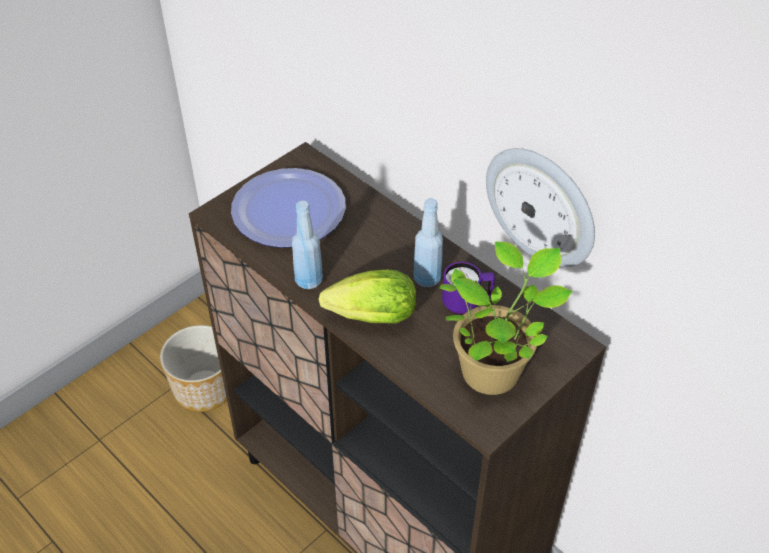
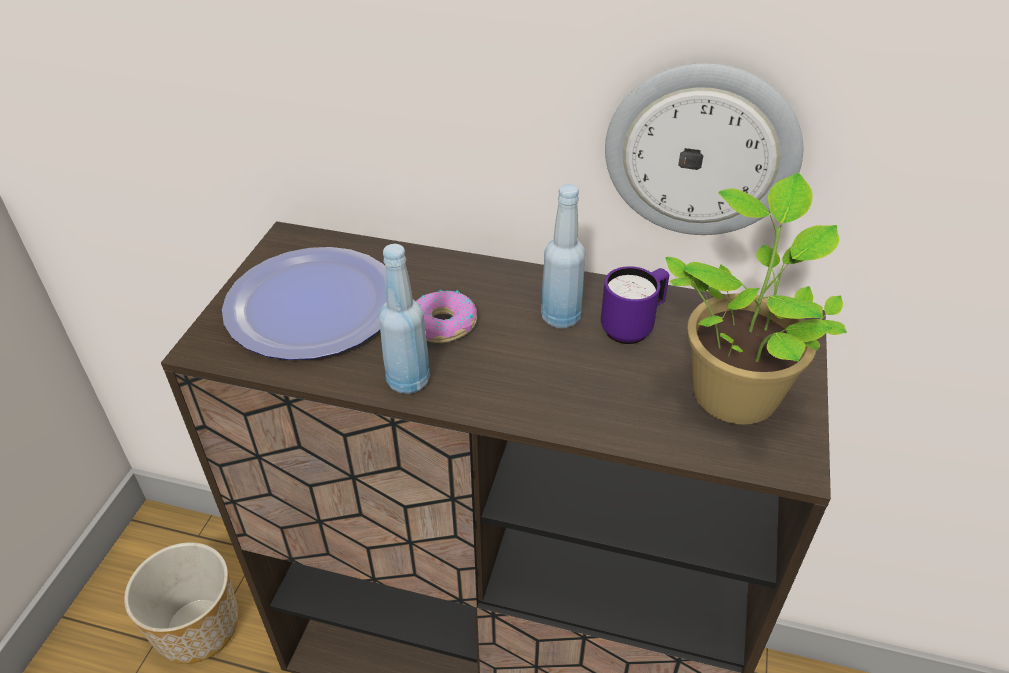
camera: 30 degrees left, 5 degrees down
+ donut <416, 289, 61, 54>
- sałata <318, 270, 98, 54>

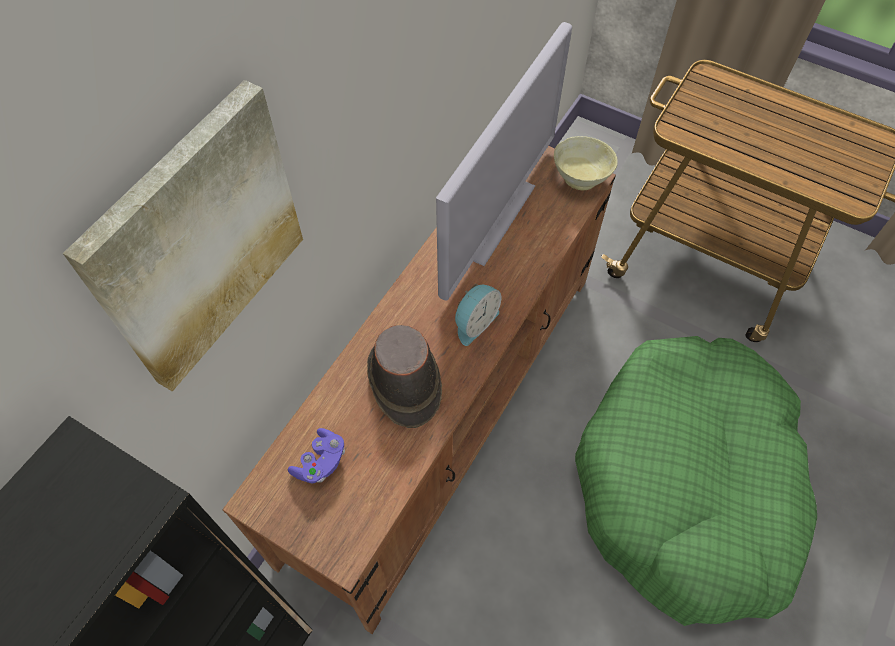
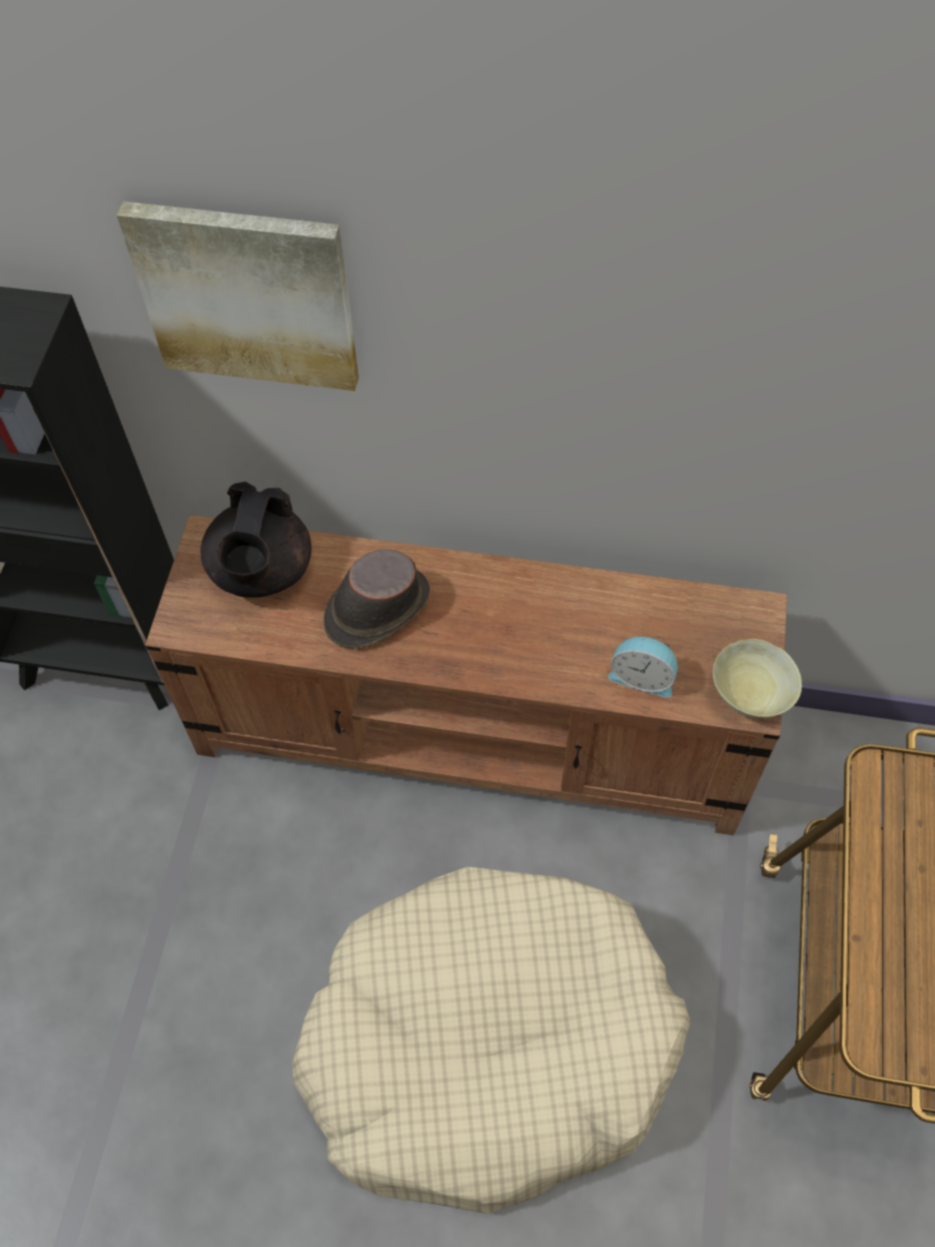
camera: 70 degrees right, 0 degrees up
~ pad do gier [fioletowy] <288, 428, 57, 56> to imbryk [czarny] <200, 482, 112, 116>
~ legowisko [zielony] <575, 336, 242, 290> to legowisko [beżowy] <293, 867, 397, 347>
~ budzik <455, 284, 46, 62> to <608, 637, 70, 61>
- telewizor <436, 22, 136, 279>

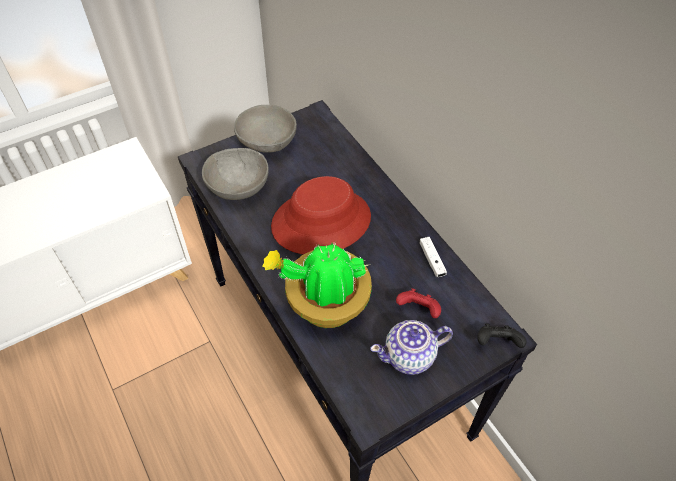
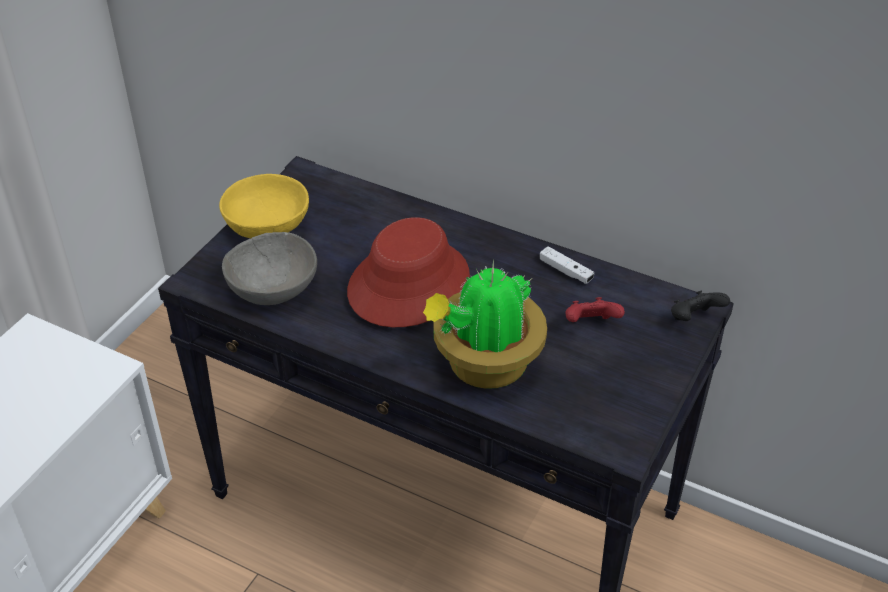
camera: 30 degrees left, 10 degrees down
~ miska [szary] <234, 105, 63, 48> to miska [żółty] <219, 174, 90, 64>
- imbryk <370, 320, 83, 55>

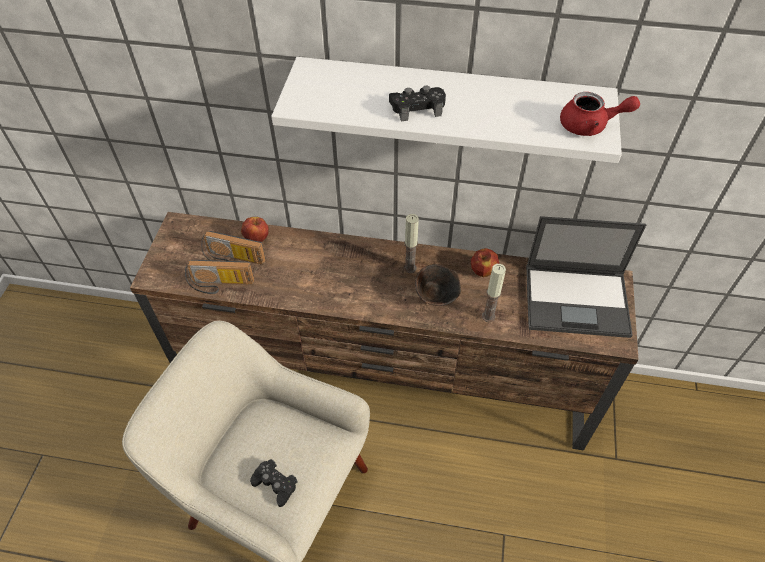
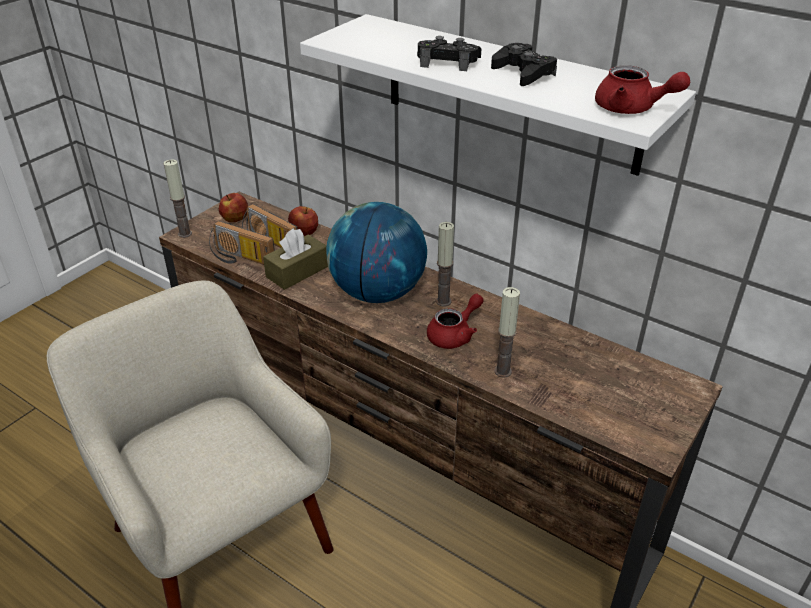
camera: 25 degrees right, 15 degrees down
+ świeca <163, 159, 29, 79>
~ jabłko <471, 248, 28, 29> to <219, 193, 29, 29>
+ pudełko chusteczek [brązowy] <263, 228, 65, 62>
+ globus <326, 202, 101, 101>
~ miska [brązowy] <415, 264, 46, 42> to imbryk [czerwony] <427, 294, 57, 55>
~ pad do gier [czarny] <250, 459, 48, 48> to <491, 43, 66, 43>
- laptop <526, 216, 120, 122>

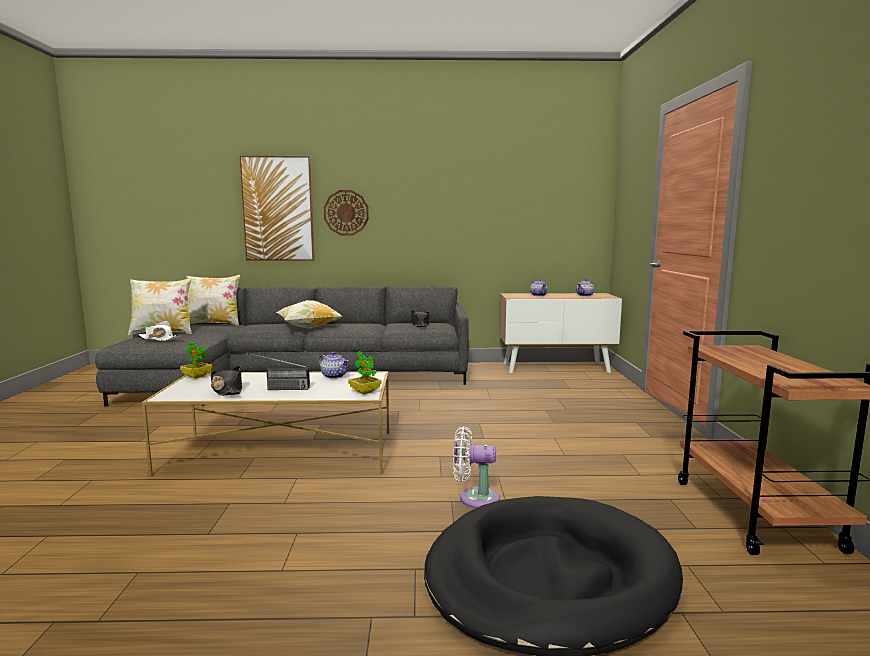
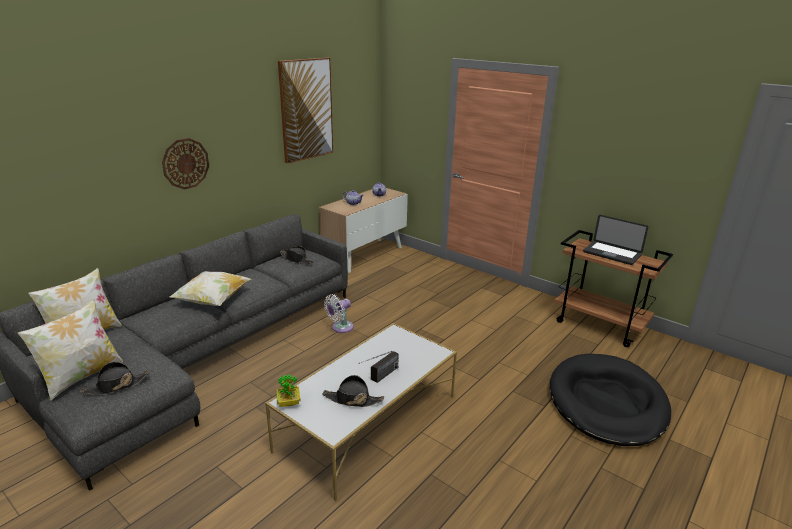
camera: 50 degrees left, 15 degrees up
~ kapelusz [biały] <138, 321, 43, 20> to kapelusz [czarny] <80, 362, 69, 33>
~ obraz <239, 156, 76, 105> to <278, 58, 55, 106>
~ wentylator [biały] <453, 426, 47, 82> to <324, 294, 30, 39>
+ laptop <583, 215, 66, 50>
- imbryk <319, 352, 30, 27>
- roślina doniczkowa <348, 351, 34, 43>

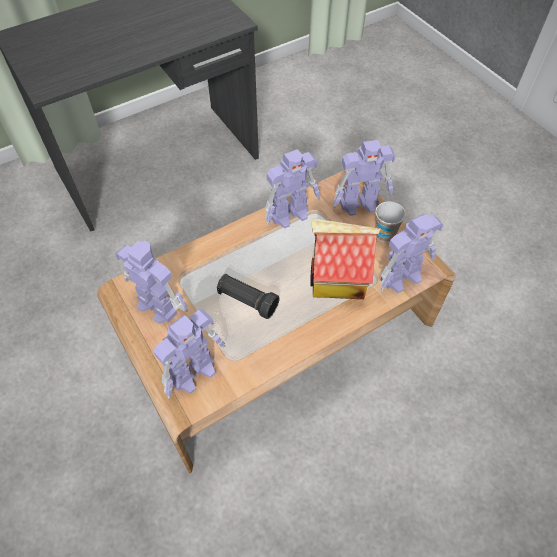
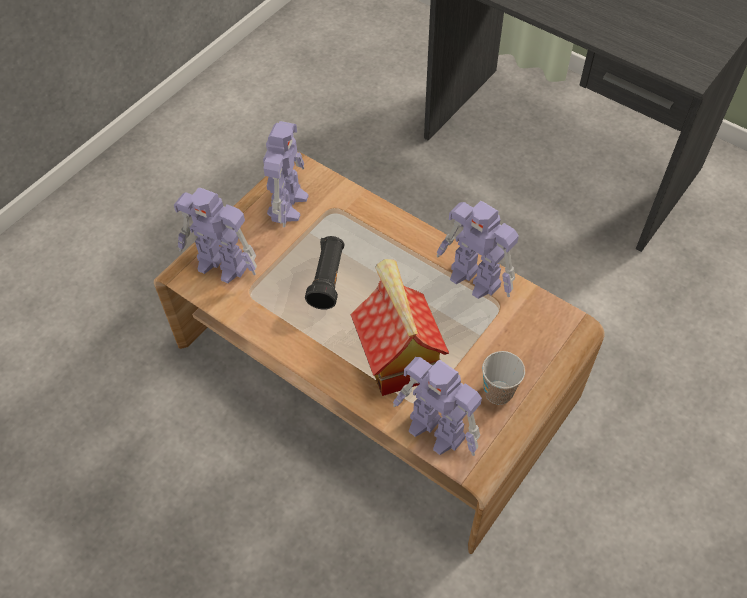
camera: 70 degrees right, 0 degrees up
- robot zabawkowy <333, 140, 63, 76>

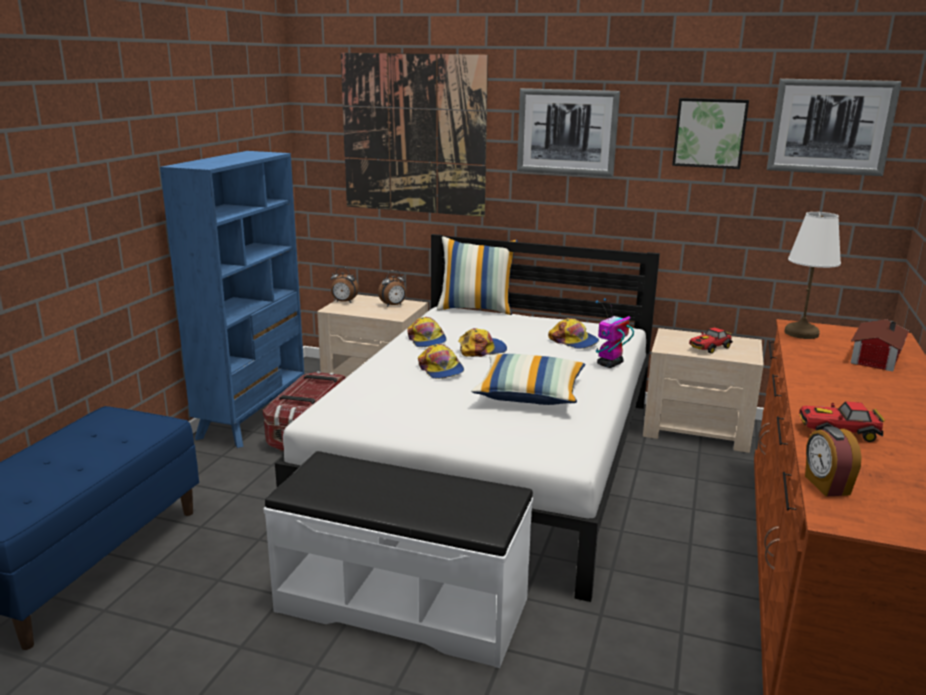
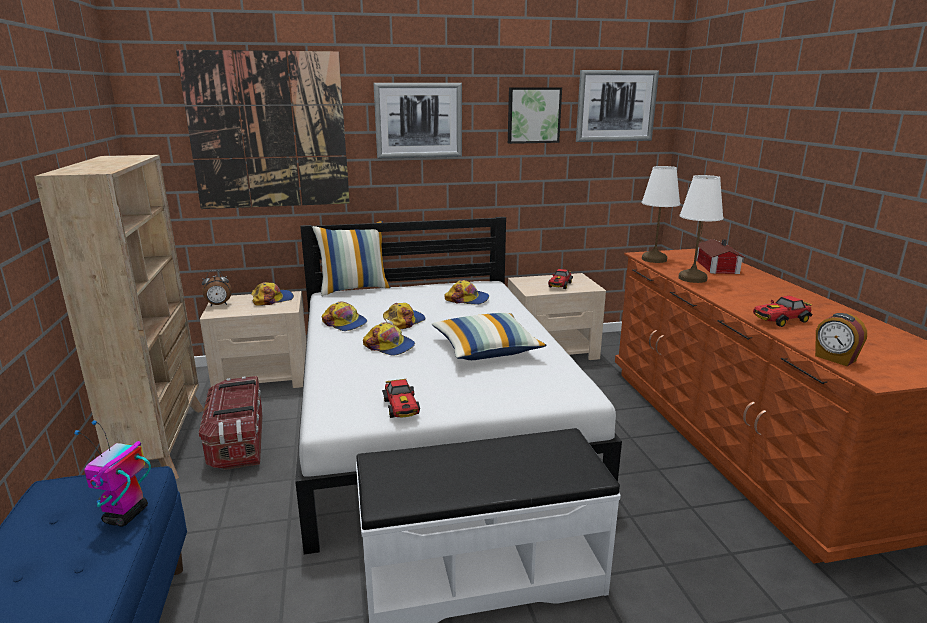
camera: 30 degrees left, 0 degrees up
~ regał [niebieski] <160, 151, 144, 297> to regał [beżowy] <34, 155, 170, 324>
~ robot zabawkowy <596, 298, 38, 70> to <74, 420, 77, 107>
~ budzik <378, 270, 28, 37> to czapka z daszkiem <251, 282, 43, 24>
+ samochodzik <382, 379, 38, 39>
+ lampa stołowa [biały] <679, 175, 45, 108>

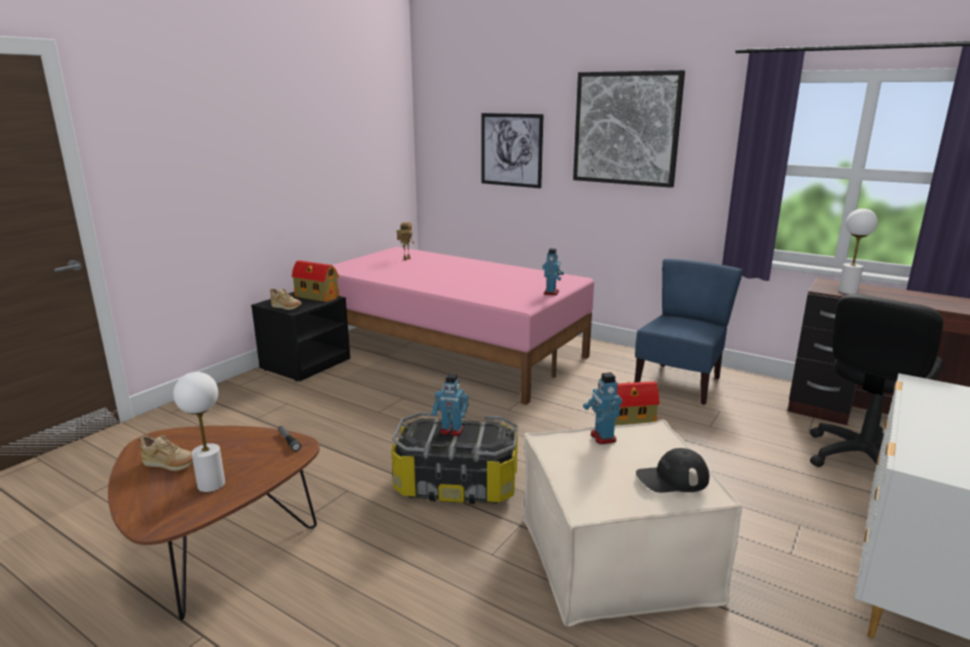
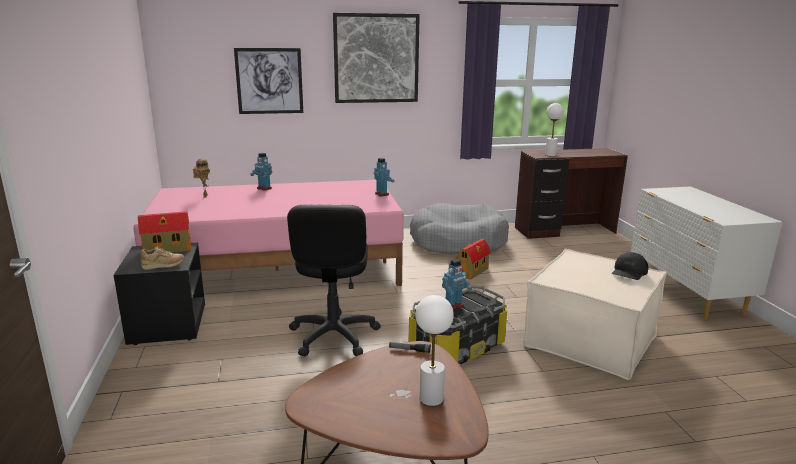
camera: 45 degrees left, 0 degrees up
~ robot zabawkowy <583, 372, 39, 72> to <250, 153, 22, 37>
~ krzesło biurowe [czarny] <810, 294, 133, 173> to <287, 205, 94, 151>
~ krzesło [niebieski] <634, 259, 109, 146> to legowisko [szary] <410, 203, 99, 52>
- but [beżowy] <139, 435, 54, 36>

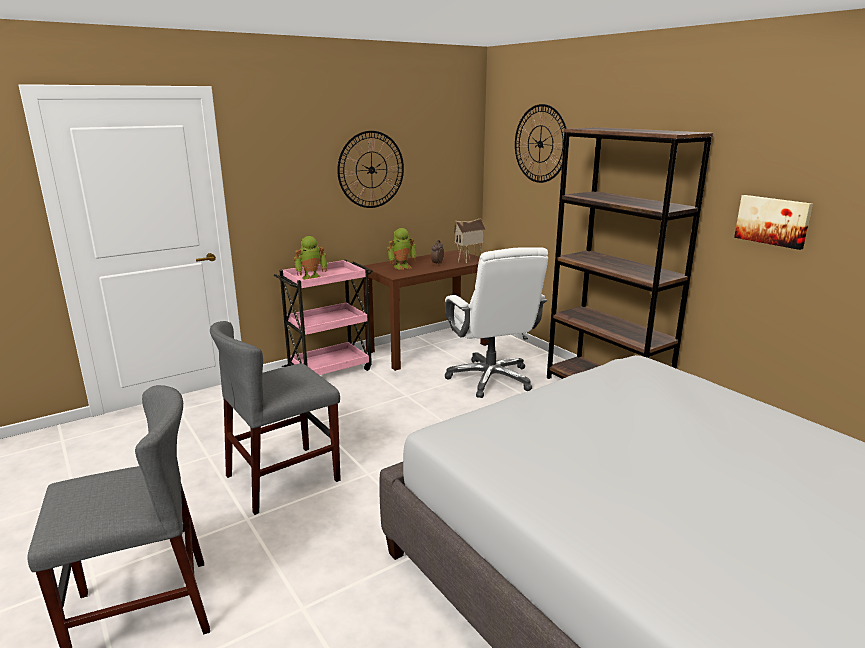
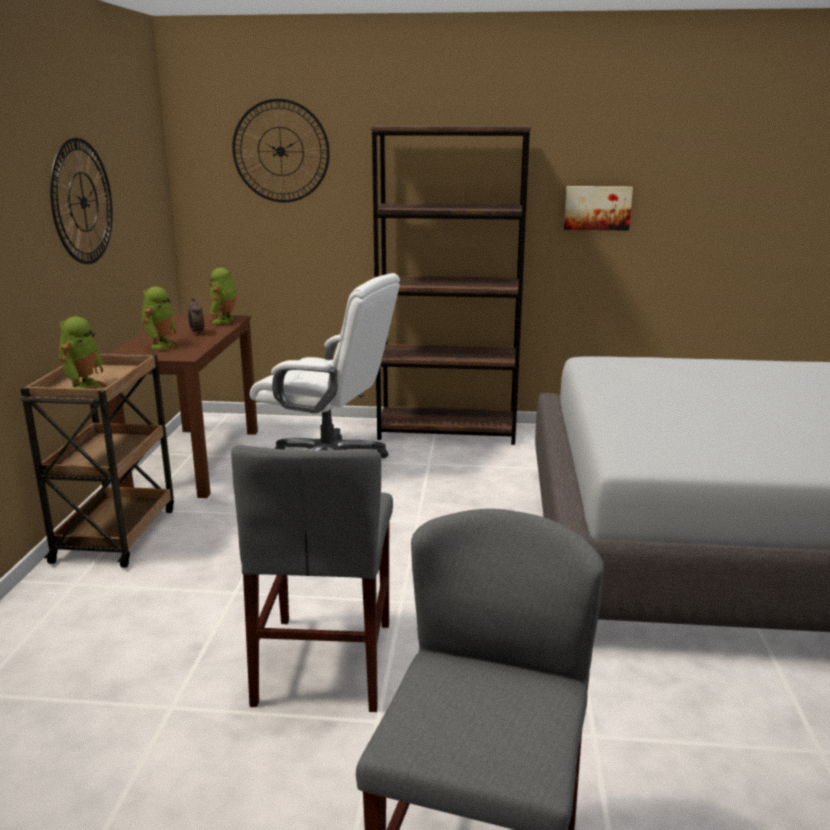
camera: 50 degrees left, 0 degrees up
~ wózek [różowy] <274, 260, 99, 115> to wózek [brązowy] <20, 353, 154, 215>
~ domek <454, 218, 32, 45> to robot zabawkowy <209, 268, 28, 56>

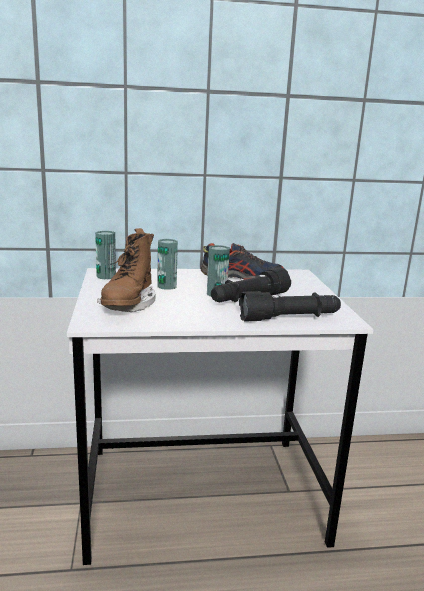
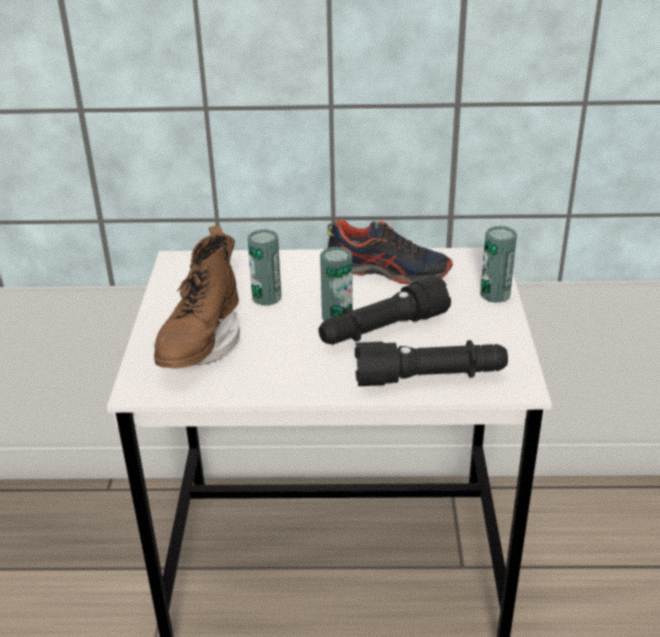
camera: 10 degrees right, 15 degrees up
~ puszka <95, 231, 21, 48> to <480, 226, 37, 77>

